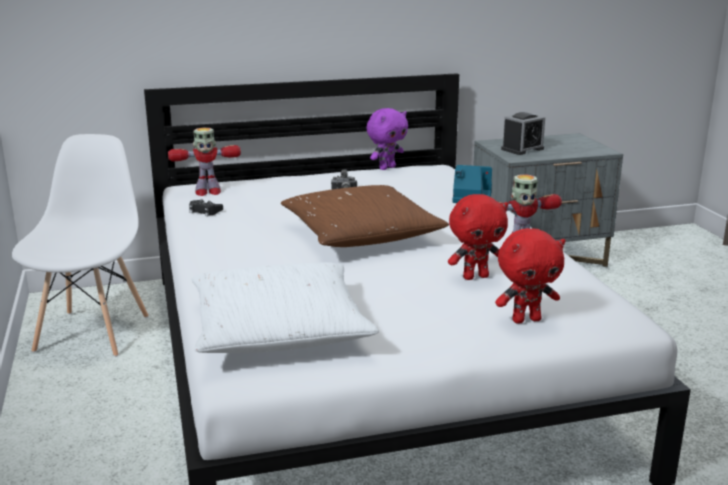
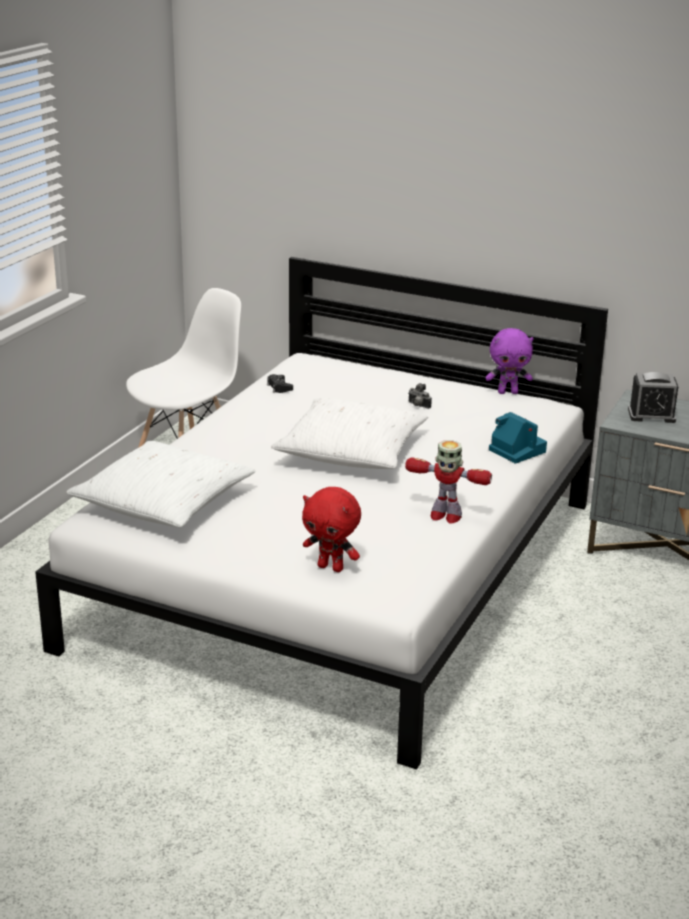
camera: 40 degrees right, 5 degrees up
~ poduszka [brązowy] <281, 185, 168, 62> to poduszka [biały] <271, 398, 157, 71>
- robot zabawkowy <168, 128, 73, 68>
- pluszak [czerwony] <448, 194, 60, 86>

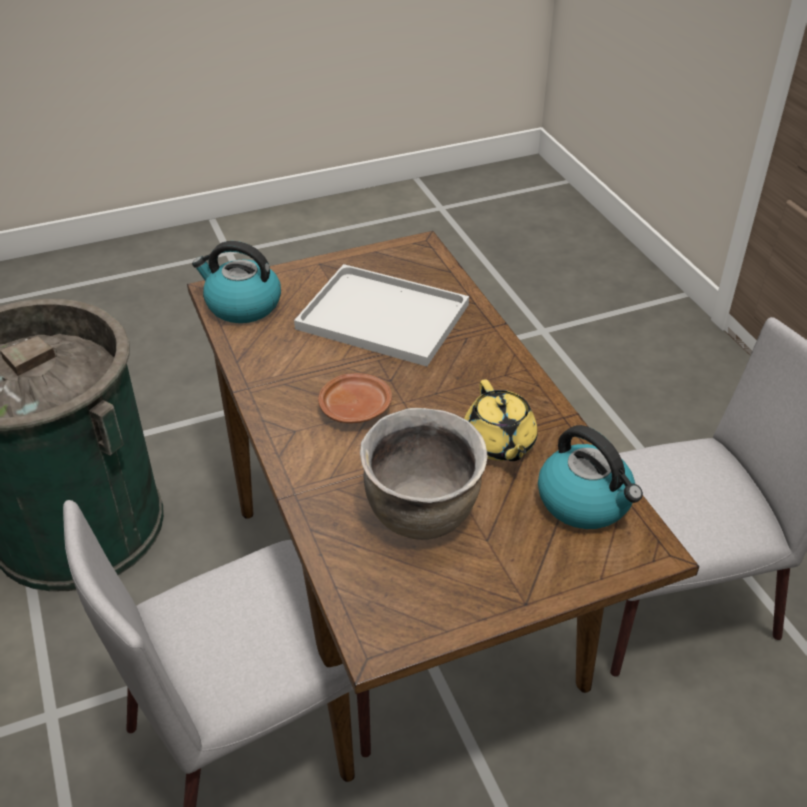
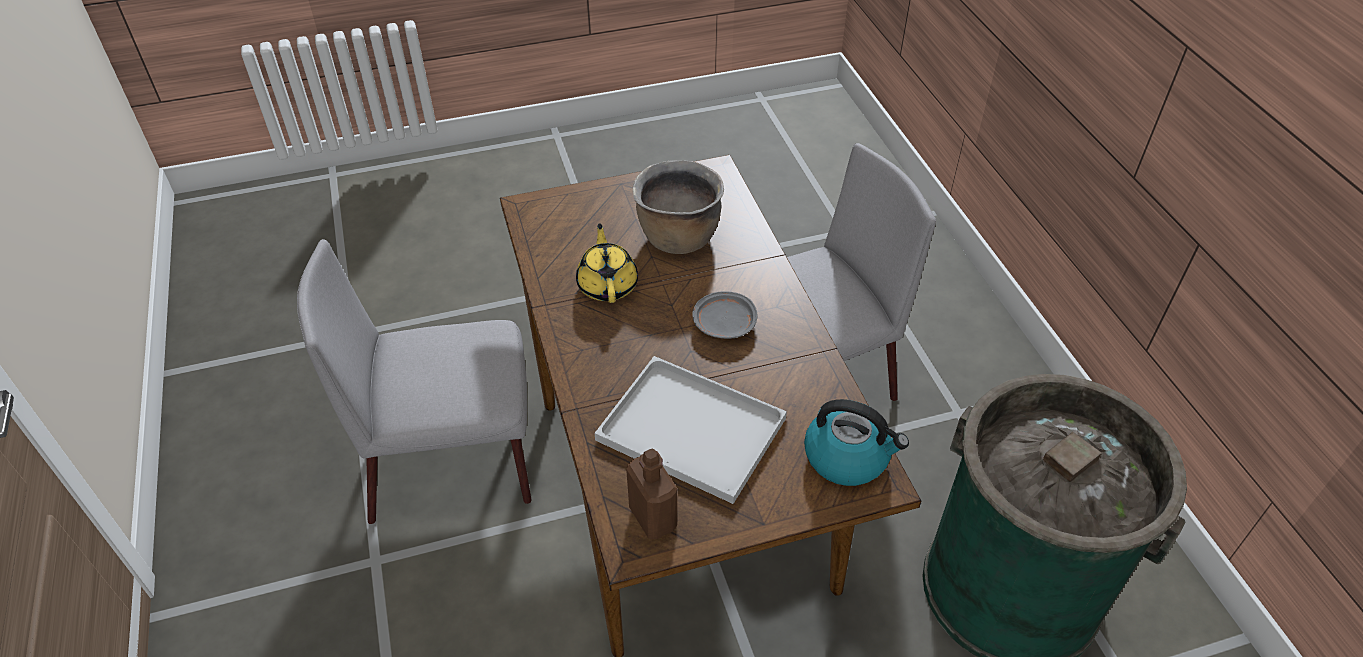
camera: 175 degrees left, 5 degrees up
+ butelka [brązowy] <626, 449, 51, 90>
~ talerz [brązowy] <318, 373, 74, 50> to talerz [szary] <692, 291, 65, 48>
- czajnik <538, 425, 105, 104>

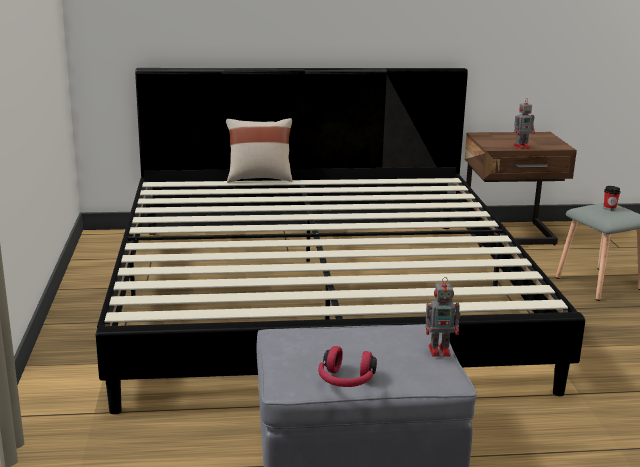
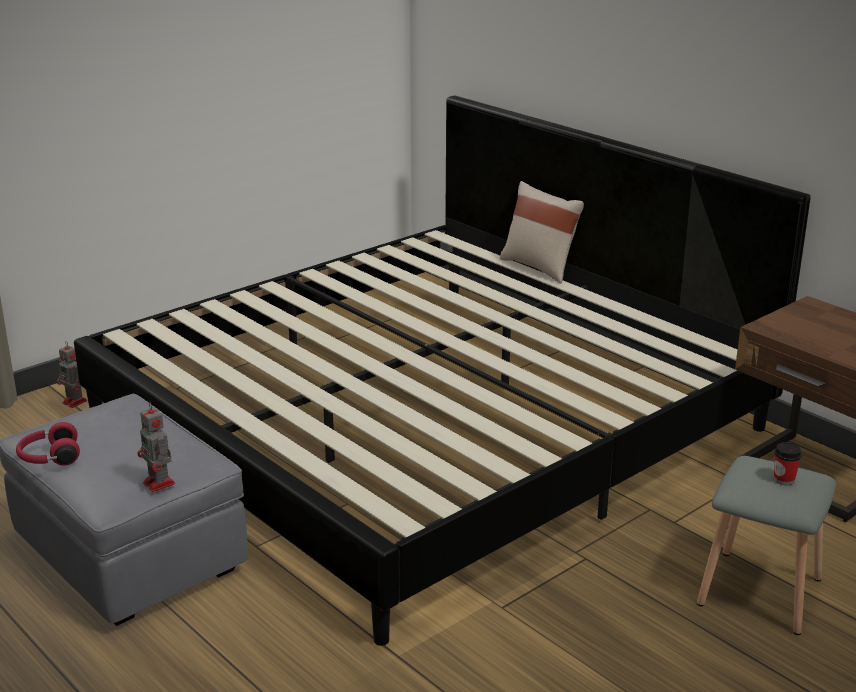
camera: 55 degrees right, 5 degrees up
~ robot zabawkowy <513, 99, 22, 50> to <57, 341, 30, 67>

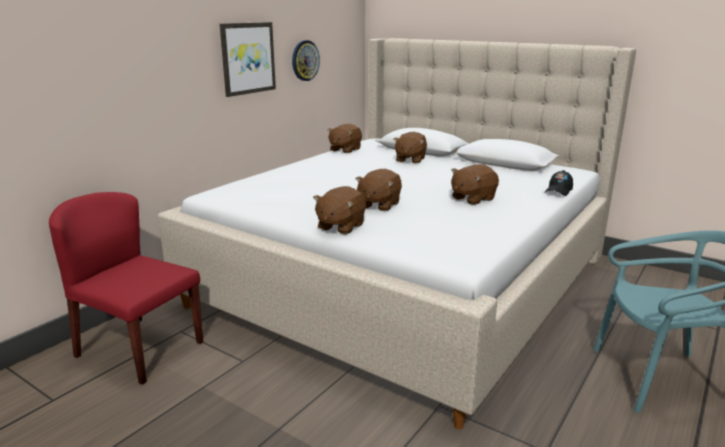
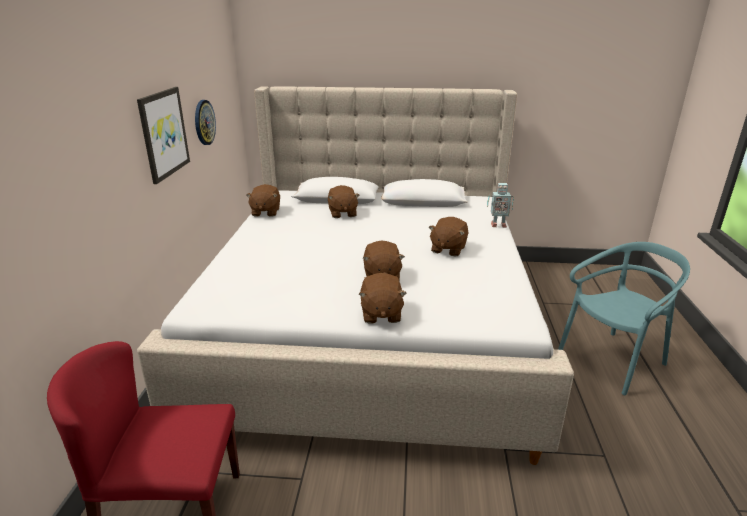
camera: 30 degrees left, 5 degrees up
~ czapka z daszkiem [czarny] <545, 170, 28, 26> to robot zabawkowy <487, 183, 27, 45>

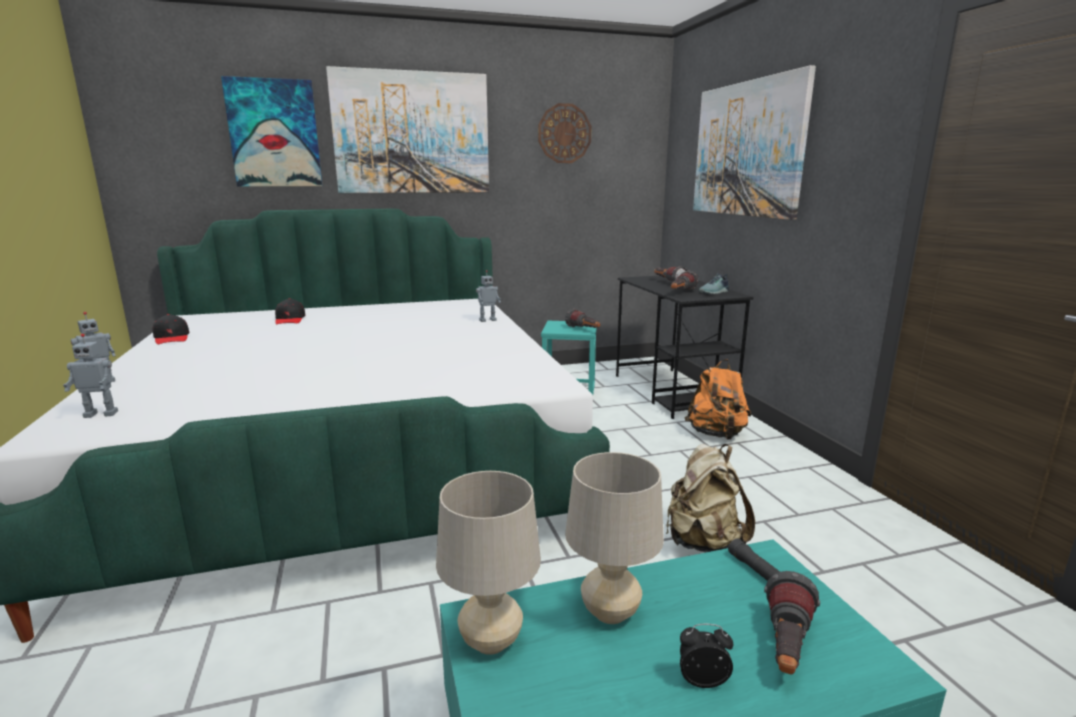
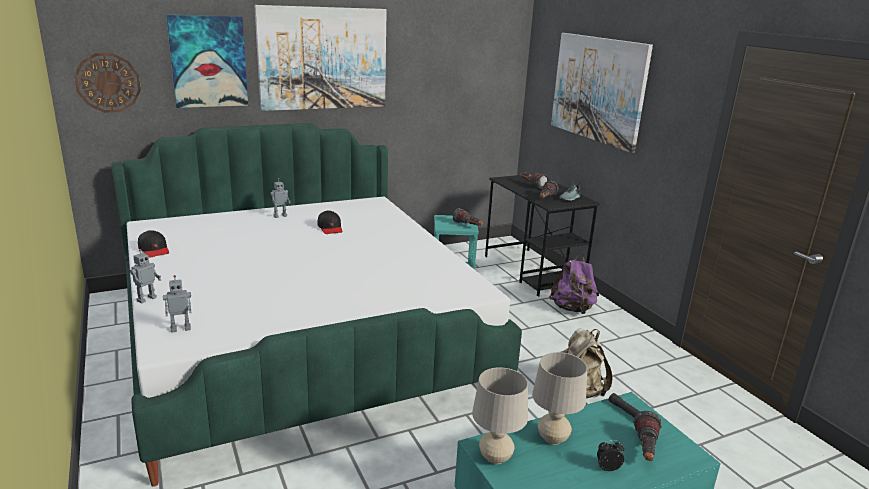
camera: 10 degrees left, 5 degrees up
~ zegar ścienny <538, 103, 53, 60> to <74, 53, 67, 60>
~ robot zabawkowy <476, 270, 25, 52> to <270, 178, 20, 40>
~ czapka z daszkiem [czarny] <275, 298, 30, 26> to <318, 210, 24, 24>
~ plecak [pomarańczowy] <684, 359, 67, 81> to plecak [fioletowy] <549, 254, 50, 60>

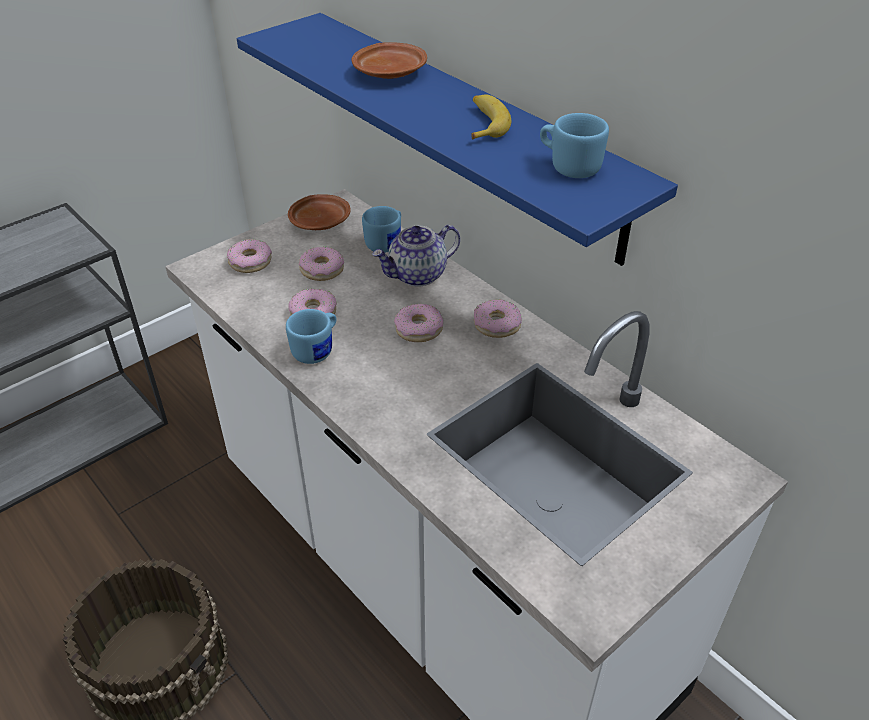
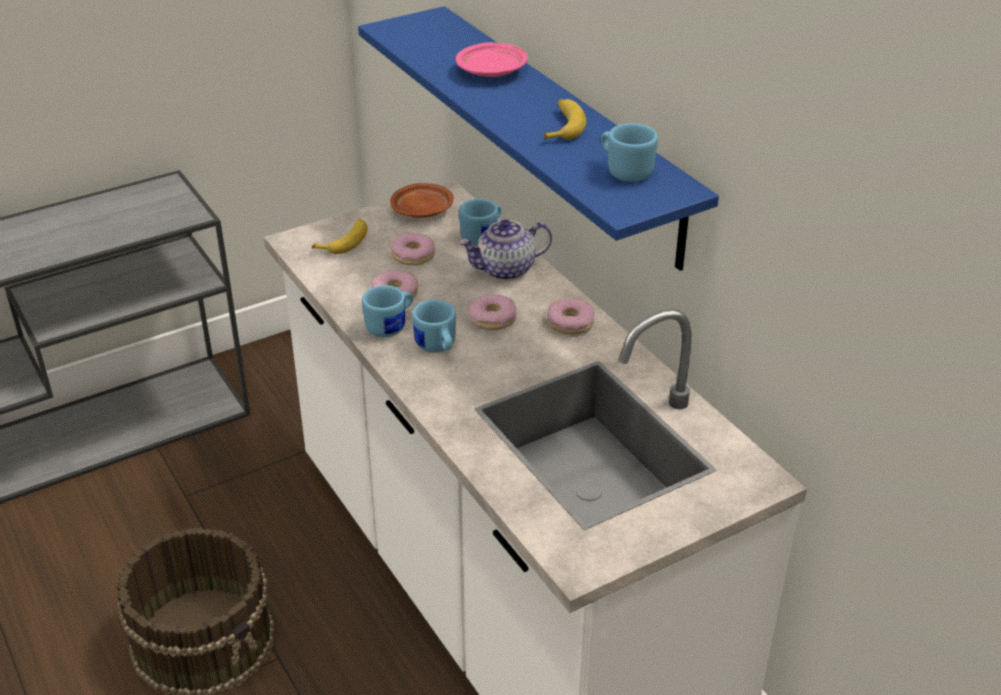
camera: 10 degrees right, 5 degrees down
~ donut <227, 239, 45, 34> to banan <312, 219, 56, 35>
+ kubek [niebieski] <412, 300, 44, 53>
~ talerz [brązowy] <352, 42, 75, 37> to talerz [różowy] <456, 42, 72, 35>

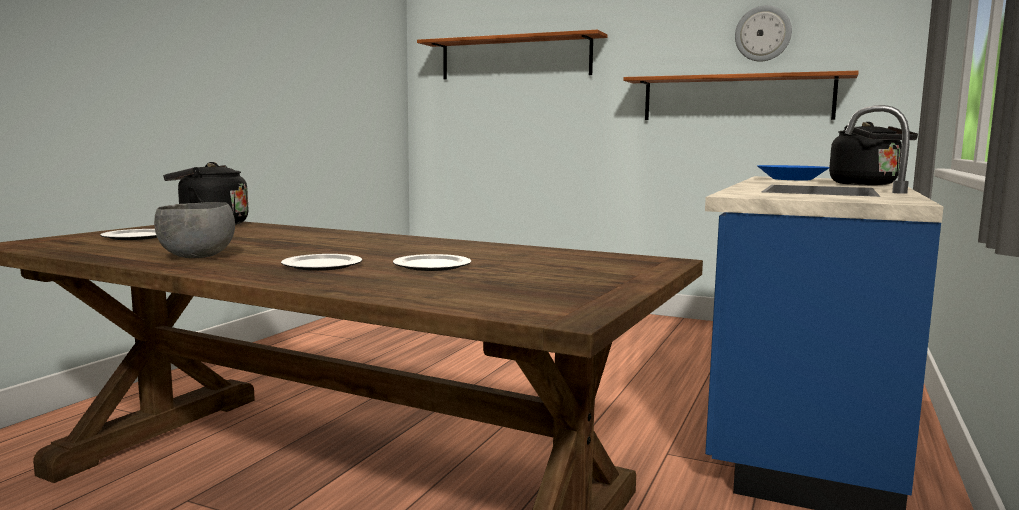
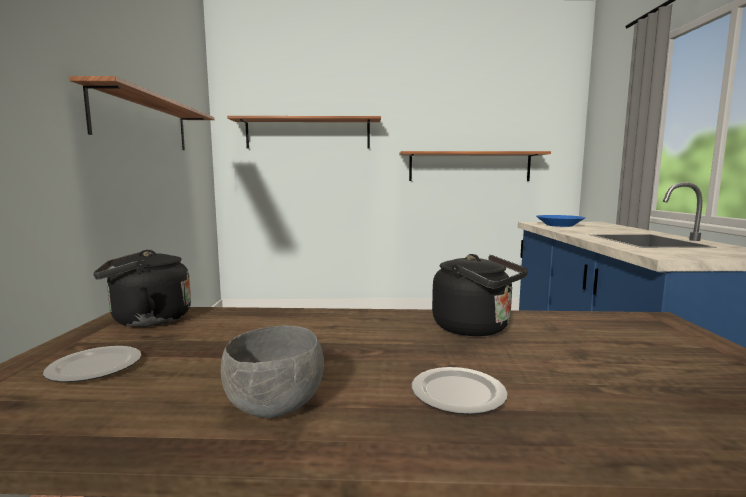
camera: 25 degrees left, 0 degrees up
+ półka <69, 76, 146, 74>
~ czajnik [czarny] <829, 122, 89, 63> to <432, 254, 96, 82>
- talerz <393, 254, 78, 17>
- zegar ścienny <735, 5, 57, 57>

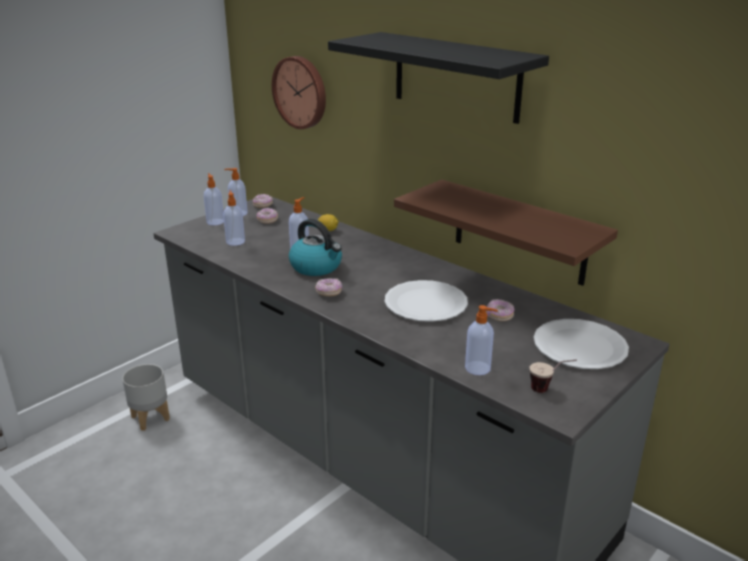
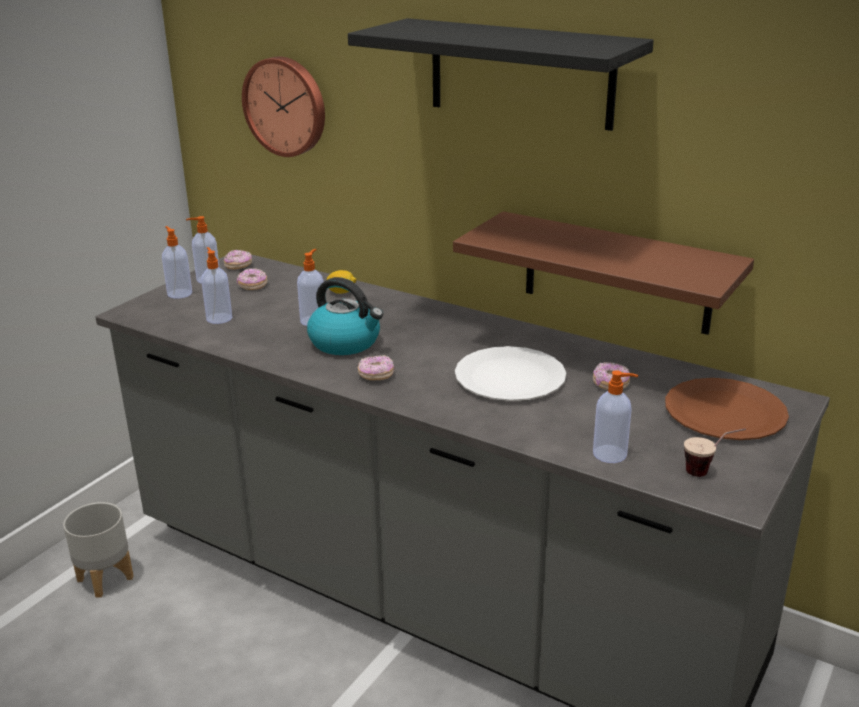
camera: 10 degrees left, 0 degrees up
~ talerz [biały] <533, 319, 96, 50> to talerz [brązowy] <665, 378, 124, 62>

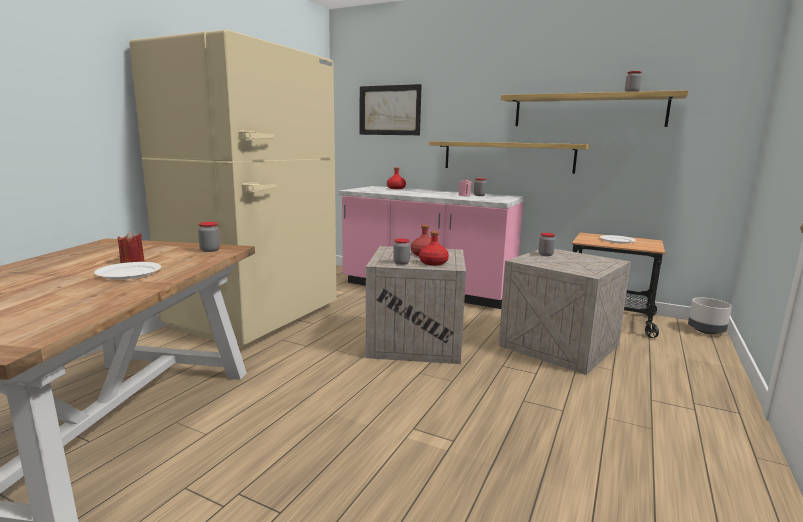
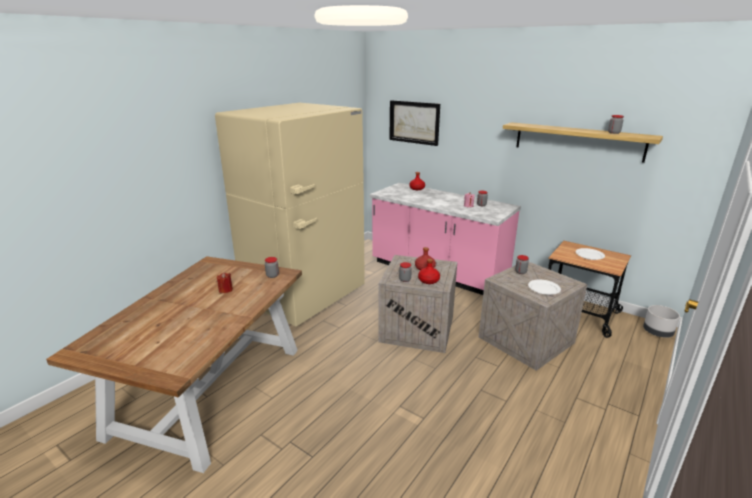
camera: 10 degrees right, 10 degrees up
~ talerz [biały] <94, 262, 67, 17> to <528, 280, 33, 15>
- półka <429, 141, 161, 33>

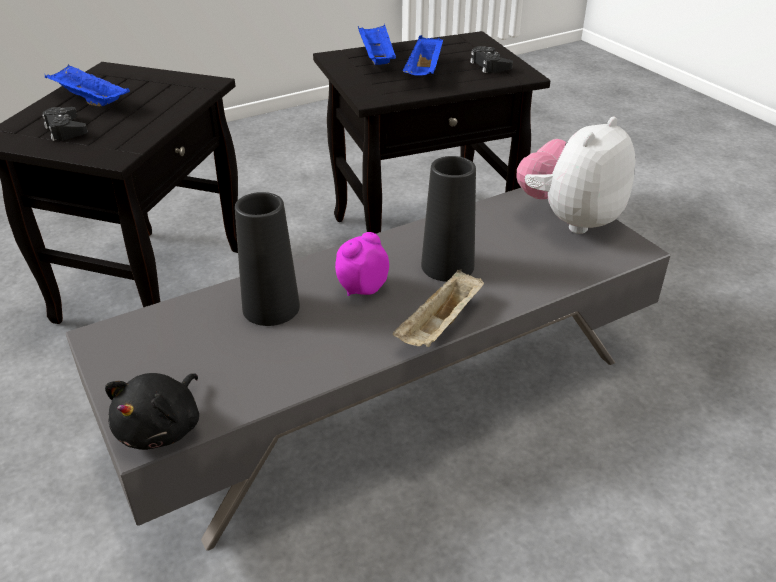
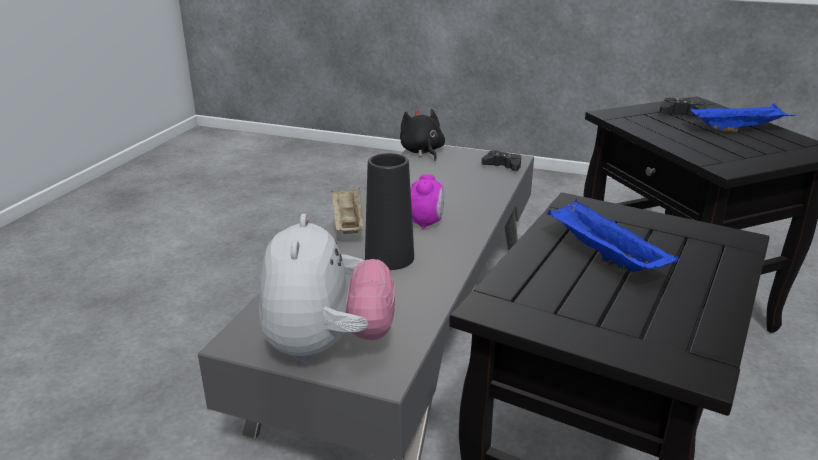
camera: 140 degrees right, 10 degrees down
~ pad do gier [czarny] <470, 46, 43, 27> to <482, 150, 39, 21>
- wazon [czarny] <235, 192, 65, 134>
- taca [niebieski] <358, 24, 38, 41>

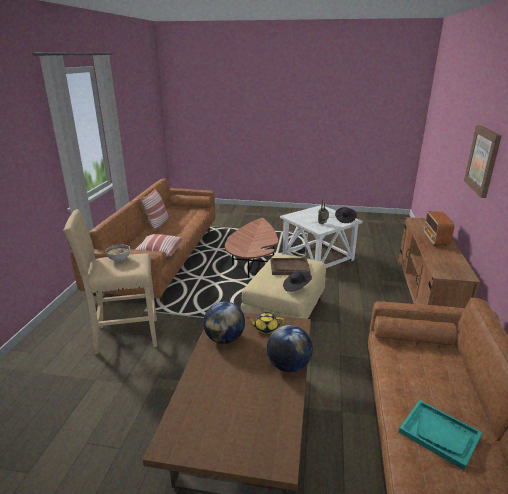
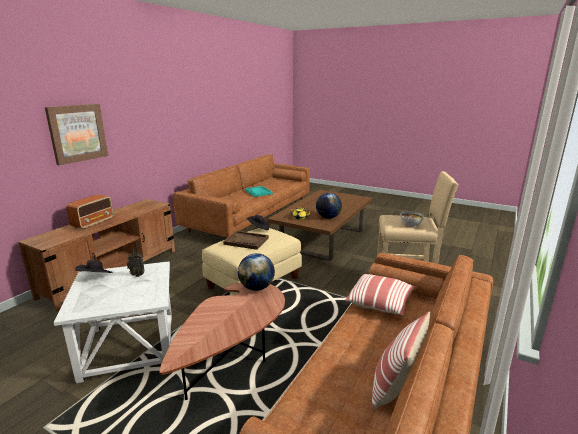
camera: 160 degrees left, 5 degrees down
~ globus <267, 325, 46, 47> to <238, 253, 37, 38>

